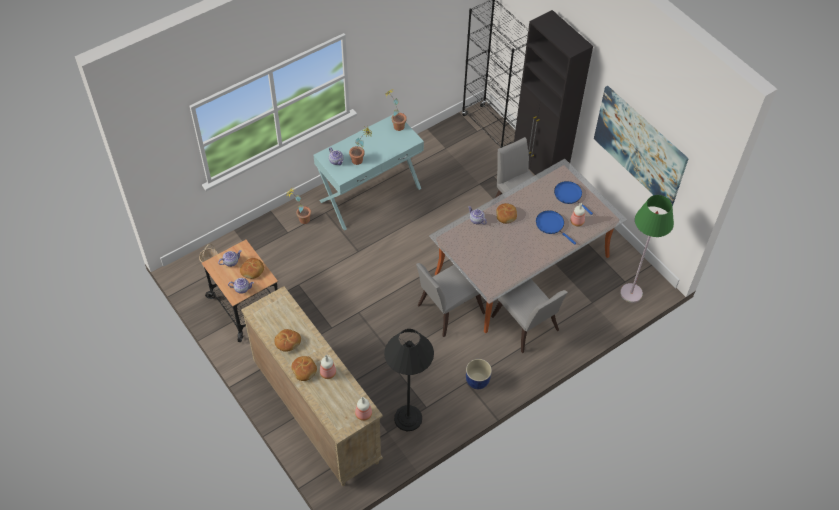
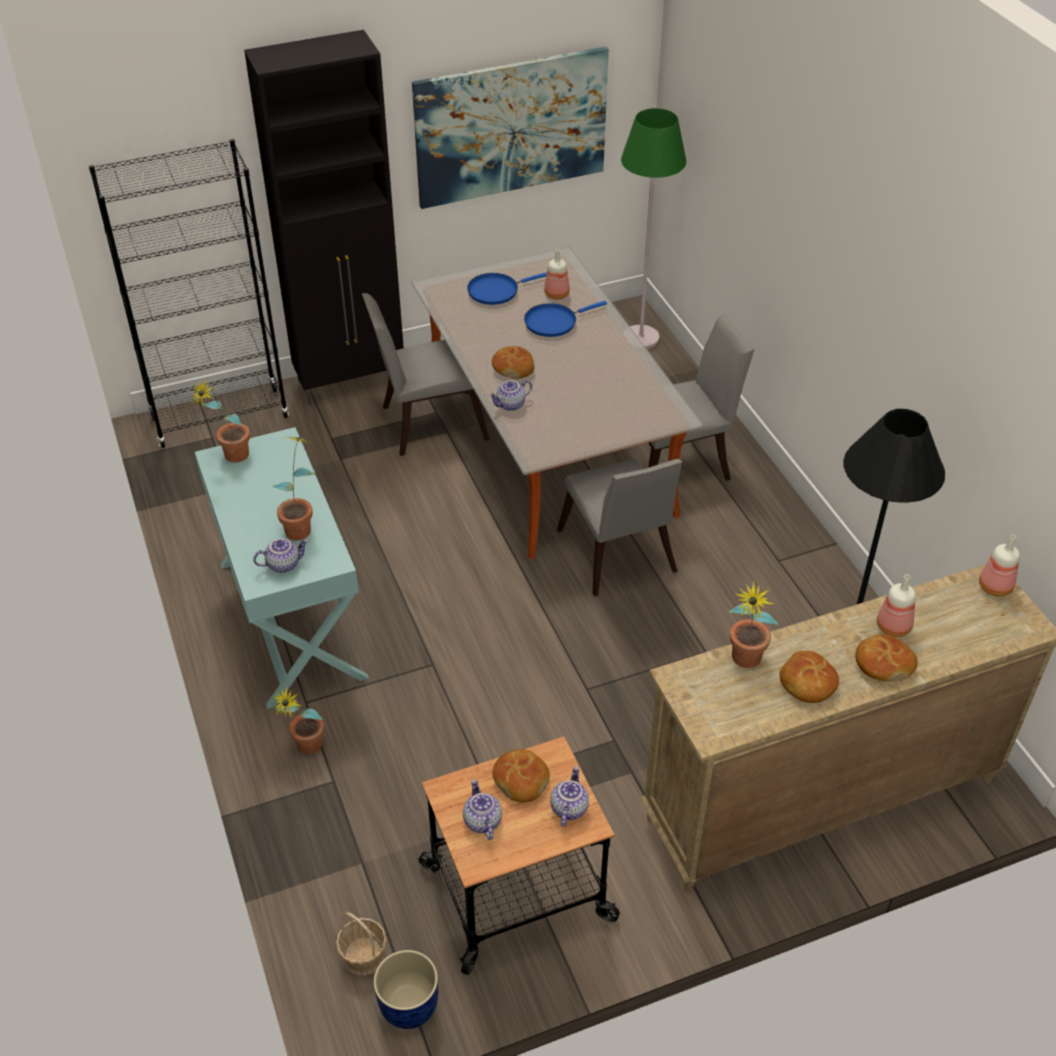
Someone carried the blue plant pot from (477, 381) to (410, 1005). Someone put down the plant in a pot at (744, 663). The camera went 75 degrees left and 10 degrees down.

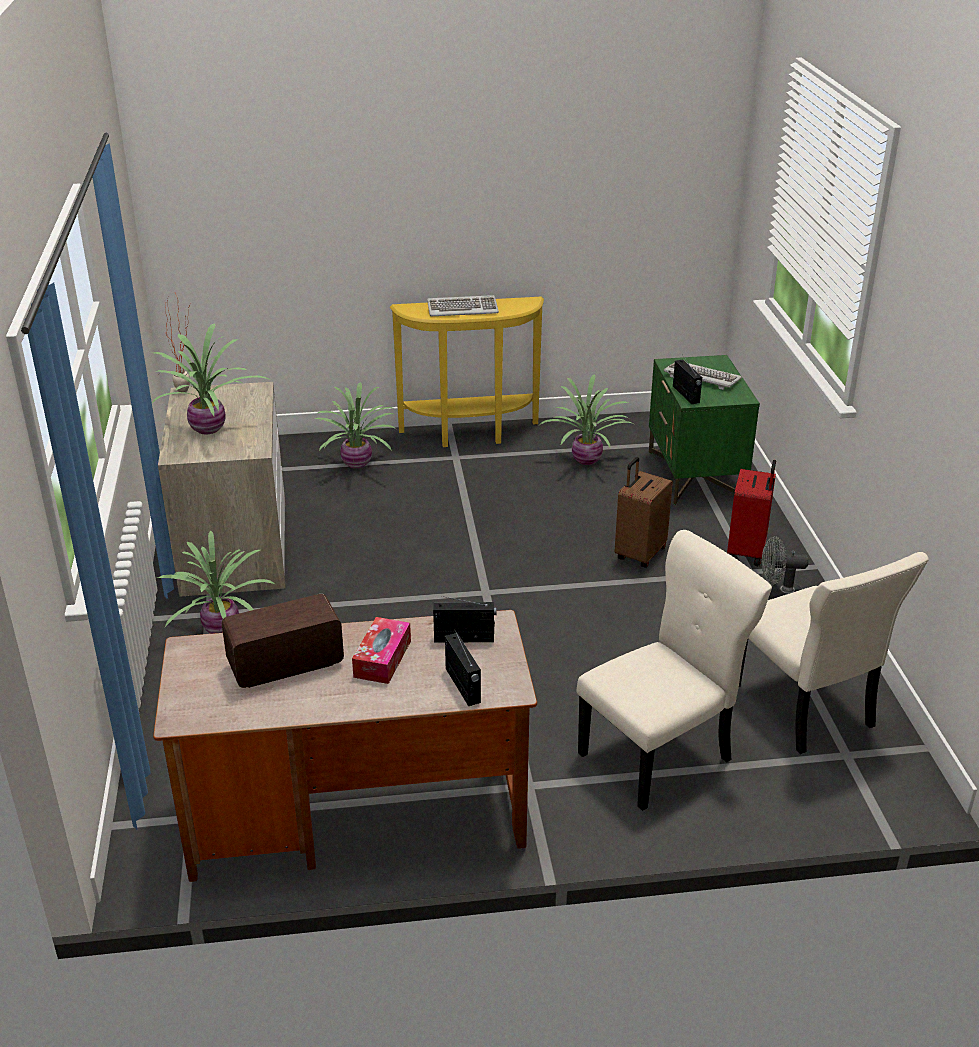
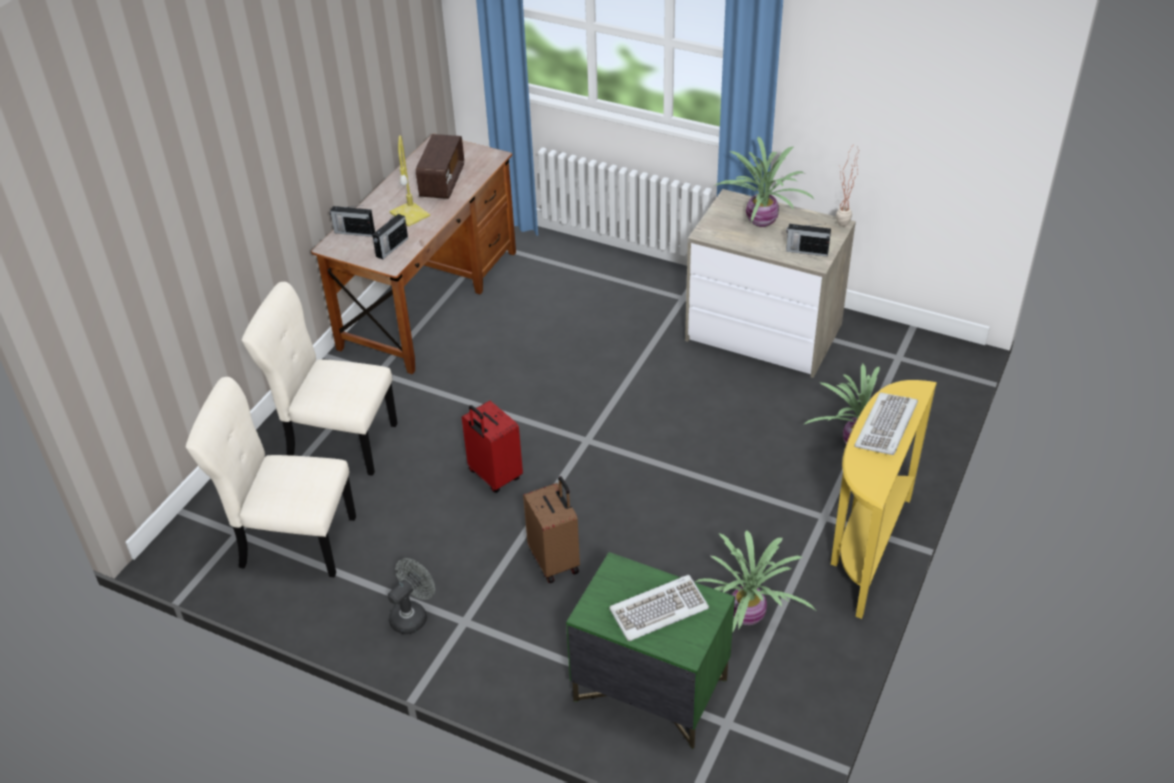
Someone carried the radio set from (686, 395) to (806, 251). Someone carried the reddish piece of luggage from (747, 552) to (494, 476). Someone rotated the beige-coloured upright chair at (660, 755) by 105 degrees clockwise. Someone took away the plant in a pot at (219, 629). Someone swapped the tissue box at (382, 659) for the yellow-coloured tabletop lamp at (409, 214). The camera went 125 degrees right and 10 degrees up.

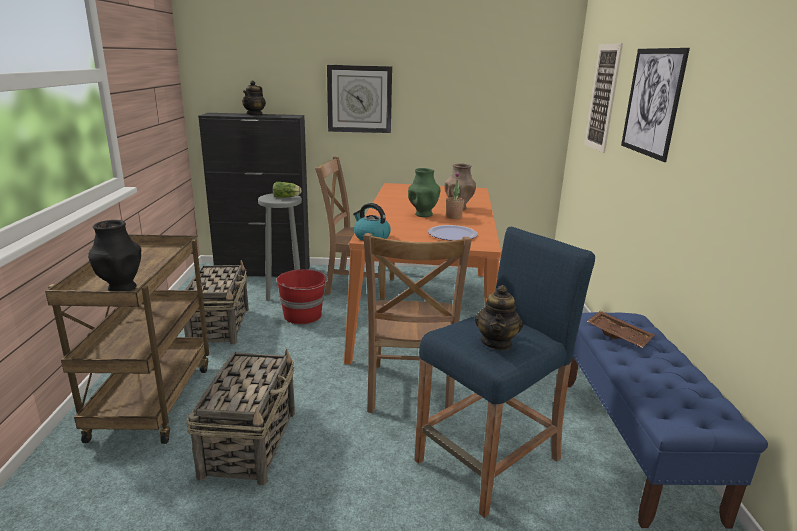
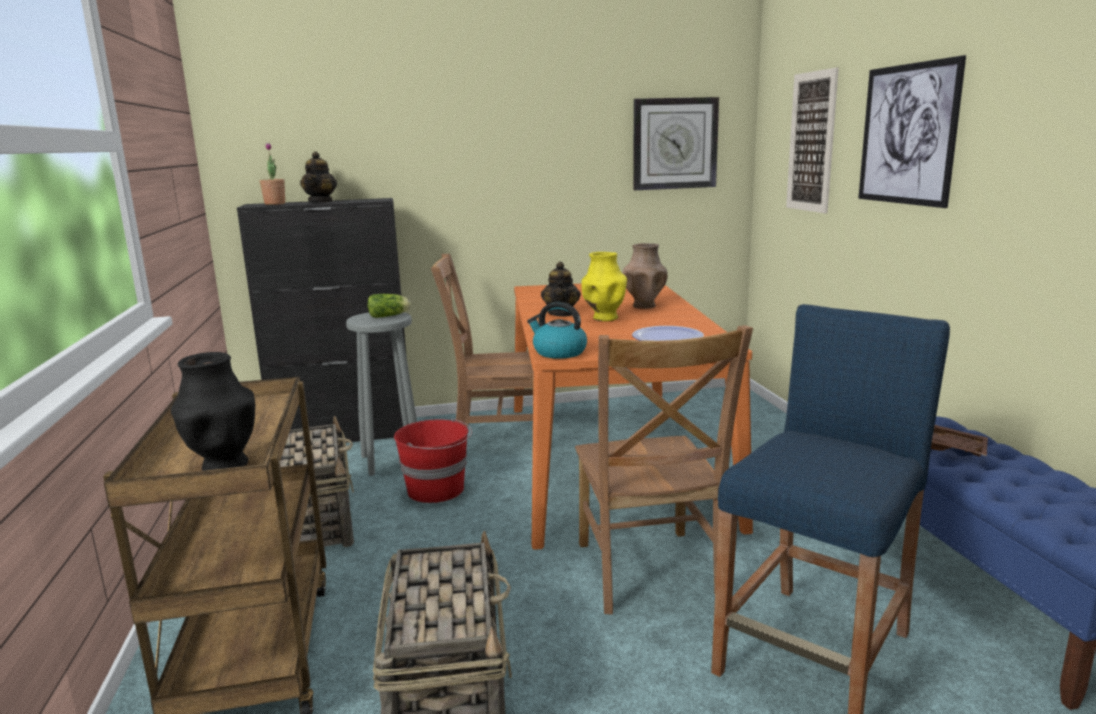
Someone carried the clock on the wall from (359, 99) to (674, 144). Someone repainted the green-coloured decorative vase at (423, 215), which became the yellow-coloured decorative vase at (604, 318). Someone carried the plant in a pot from (454, 217) to (275, 204). Someone carried the pot for tea from (497, 342) to (561, 314). The camera went 10 degrees left and 5 degrees down.

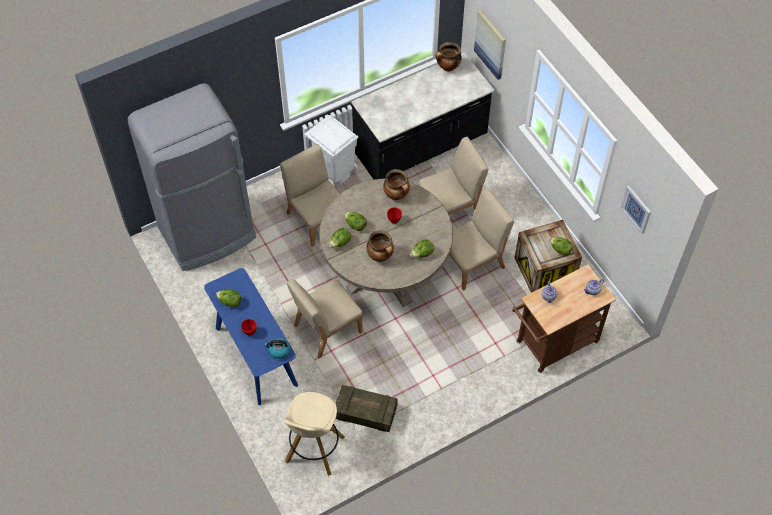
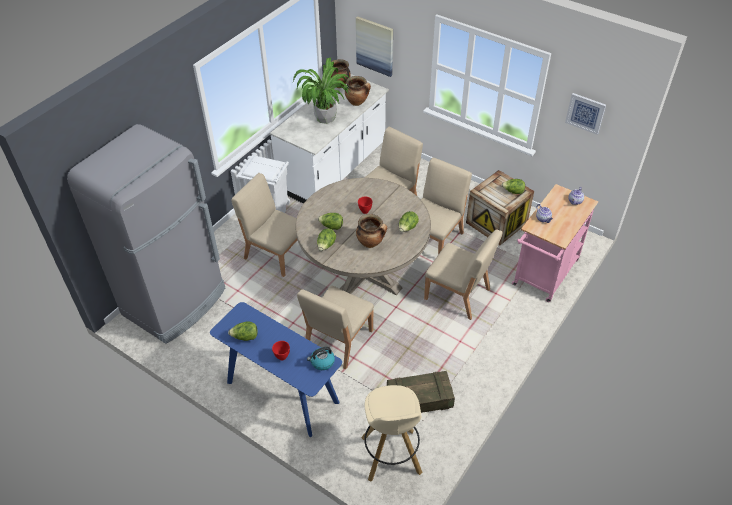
Someone repainted the black-coloured kitchen base unit at (421, 146), which became the whitish kitchen base unit at (334, 169). Someone carried the saucepot from (397, 195) to (357, 102). Someone repainted the brown wheeled cart at (553, 345), which became the pinkish wheeled cart at (543, 276). Someone put down the plant in a pot at (325, 118). Someone put down the beige-coloured upright chair at (458, 295). The camera went 25 degrees left and 10 degrees down.

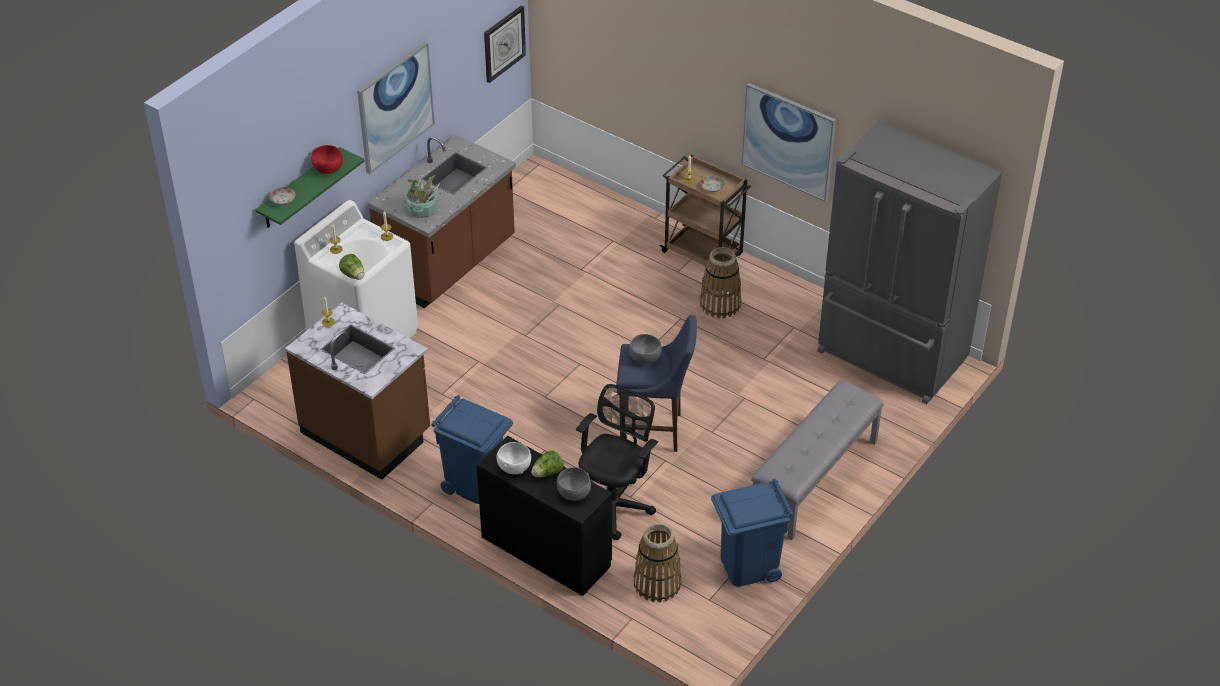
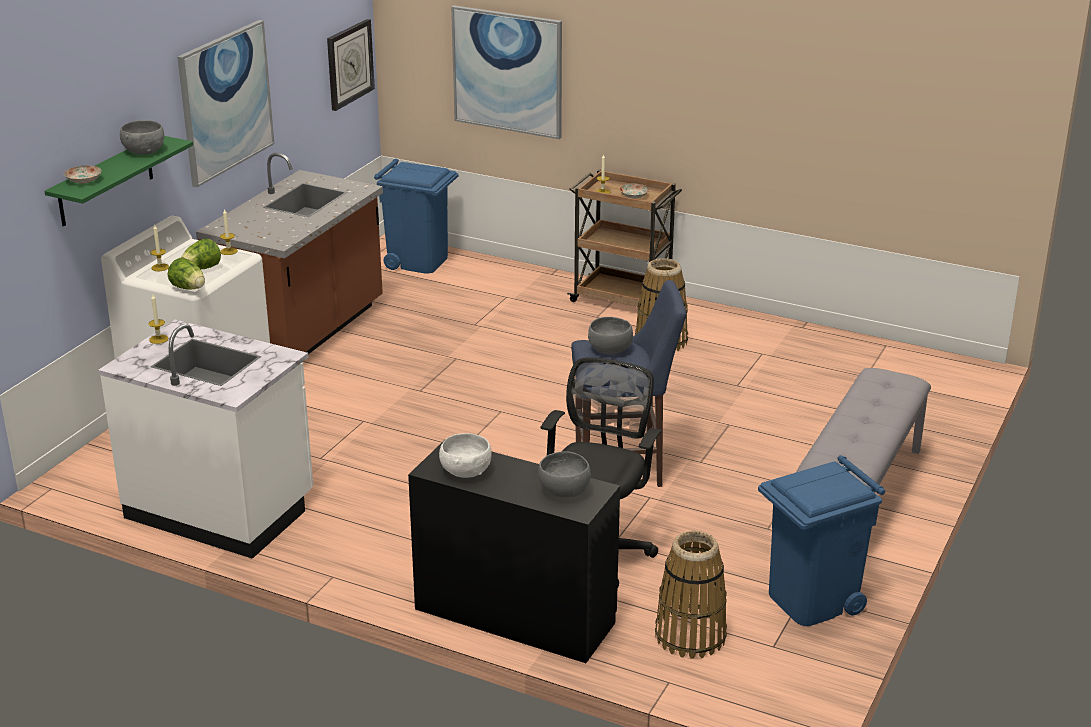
Someone carried the wall picture from (788, 141) to (507, 71). Someone took away the grey kitchen fridge at (890, 357). Someone repainted the reddish bowl at (327, 168), which became the grey bowl at (143, 151). Someone took away the plant in a pot at (422, 209). Someone repainted the brown kitchen base unit at (367, 432), which became the whitish kitchen base unit at (221, 508). Someone carried the blue rubbish bin from (475, 483) to (419, 261). Someone carried the lettuce from (547, 473) to (201, 269). The camera went 10 degrees left and 15 degrees down.

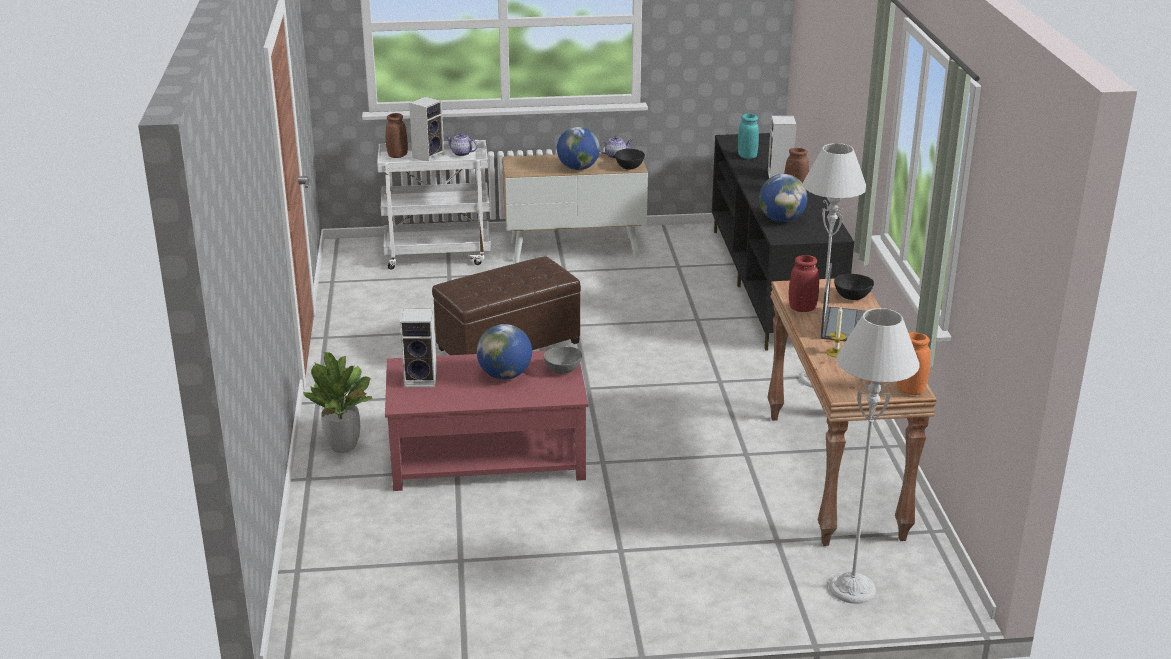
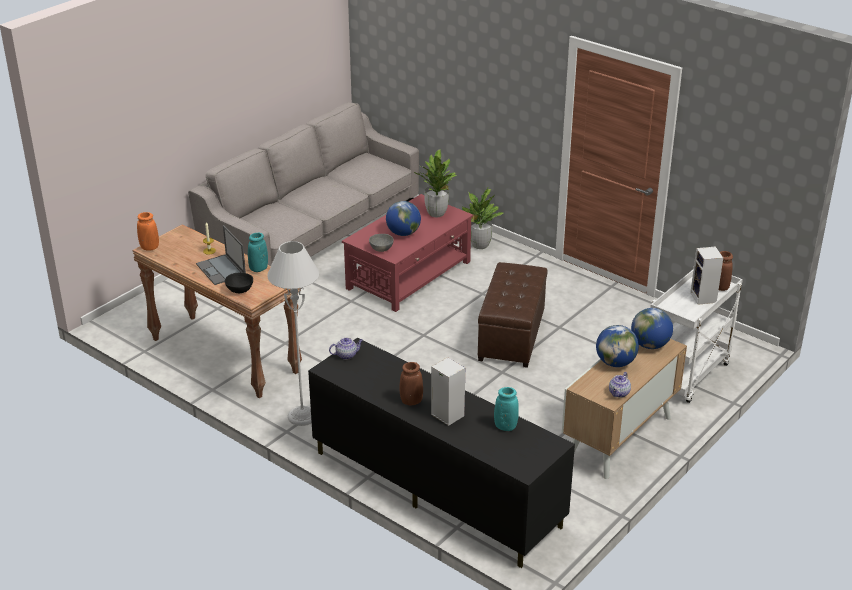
Someone carried the pot for tea from (461, 153) to (347, 355). Someone took away the black-coloured bowl at (629, 167). Someone carried the globe from (781, 220) to (650, 345). Someone repainted the reddish decorative vase at (802, 308), which became the blue-green decorative vase at (258, 269). Someone swapped the audio speaker at (422, 379) for the plant in a pot at (436, 213). Someone took away the grey floor lamp at (852, 588). Someone put down the grey couch at (314, 234). The camera went 135 degrees right and 5 degrees up.

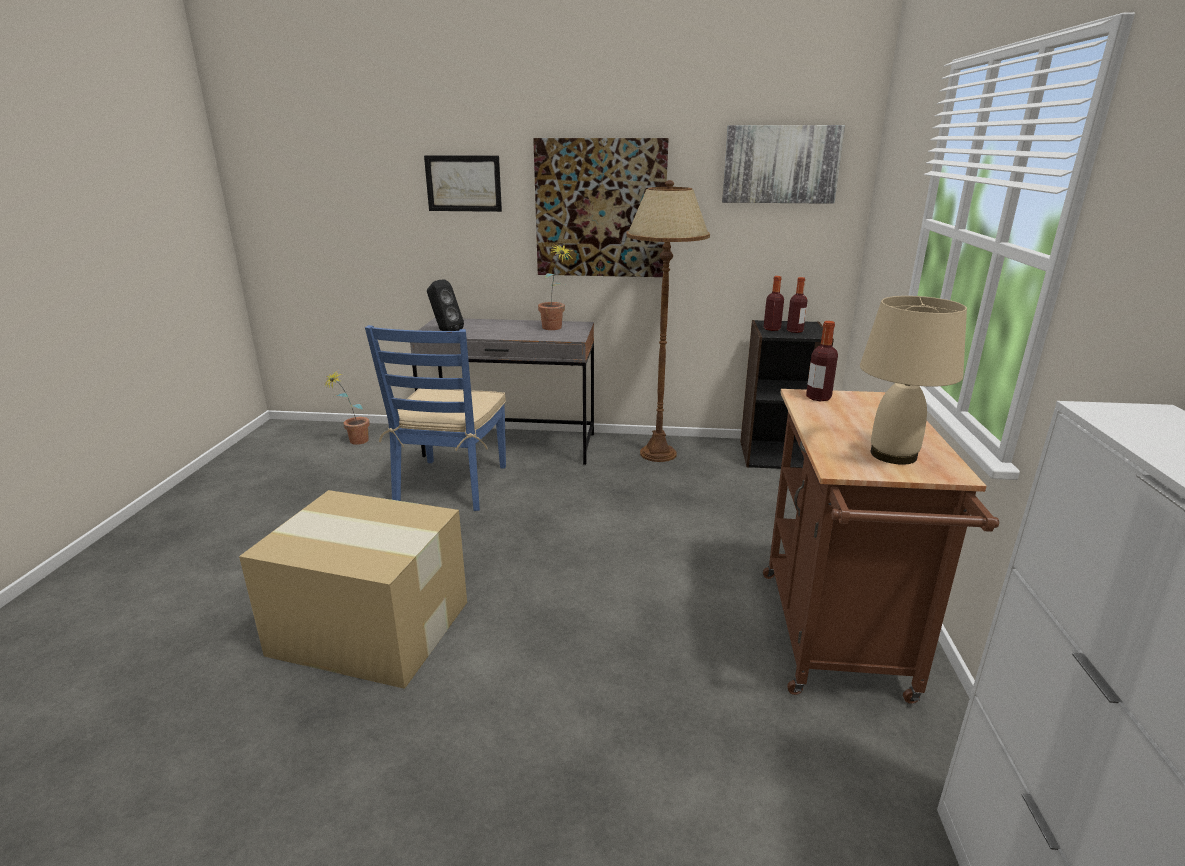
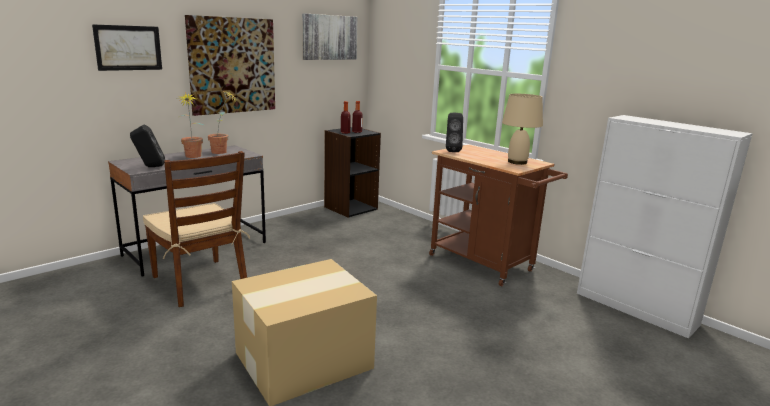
Someone took away the brown floor lamp at (658, 454). Someone swapped the drink bottle at (818, 398) for the black-coloured audio speaker at (452, 151). Someone repainted the blue upright chair at (451, 485), which became the brown upright chair at (200, 282). Someone carried the plant in a pot from (354, 442) to (192, 157). The camera went 50 degrees left and 5 degrees down.

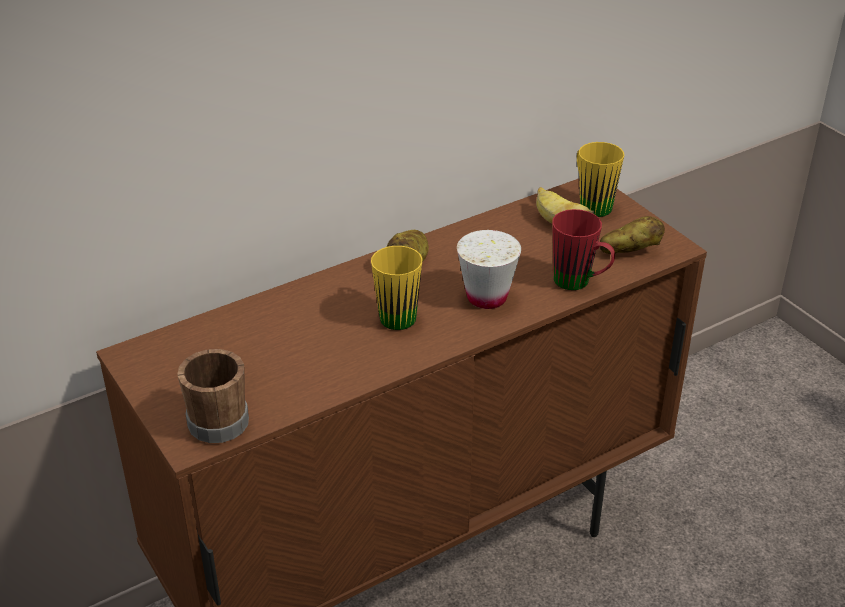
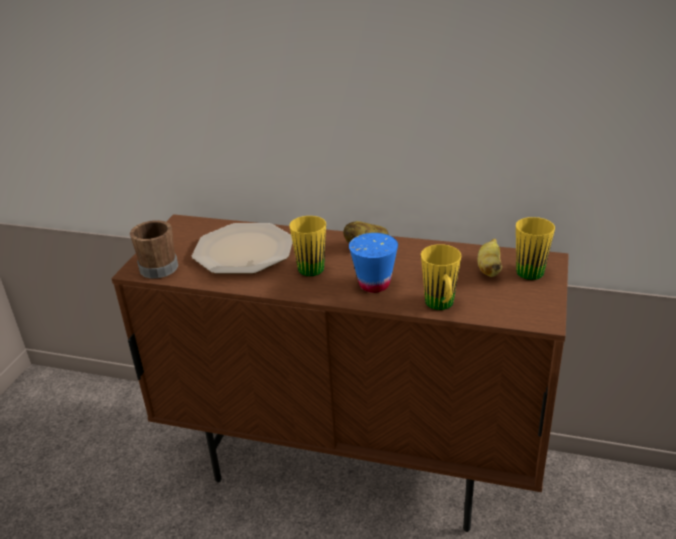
Someone repainted the reddish mug at (580, 283), which became the yellow-coloured mug at (441, 306). Someone took away the spud at (630, 251). Someone repainted the whitish drinking cup at (486, 297), which became the blue drinking cup at (374, 284). Someone put down the dinner plate at (243, 251). The camera went 50 degrees right and 5 degrees down.

